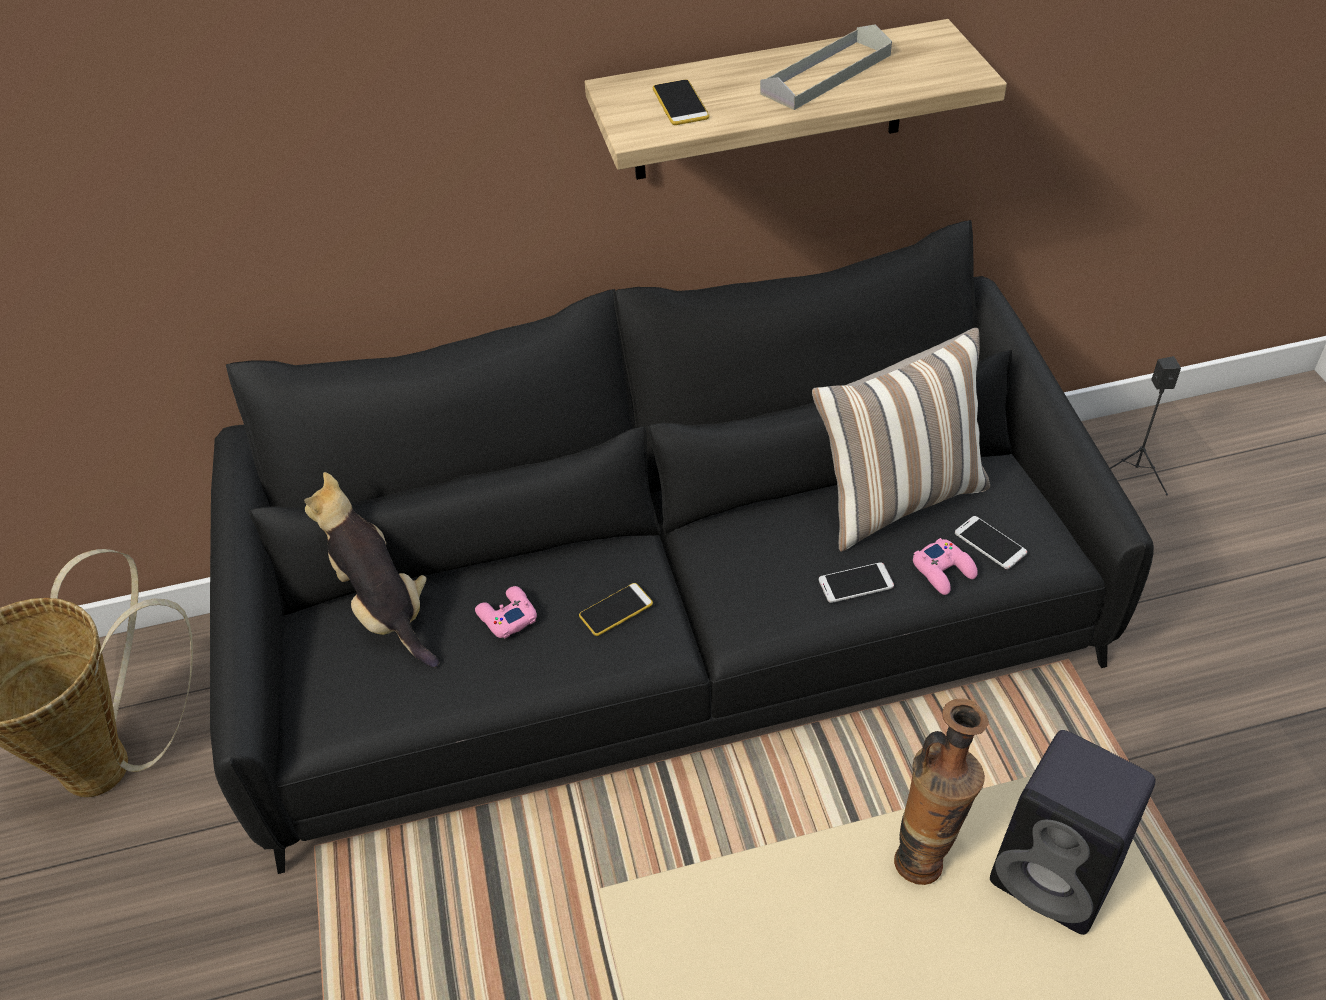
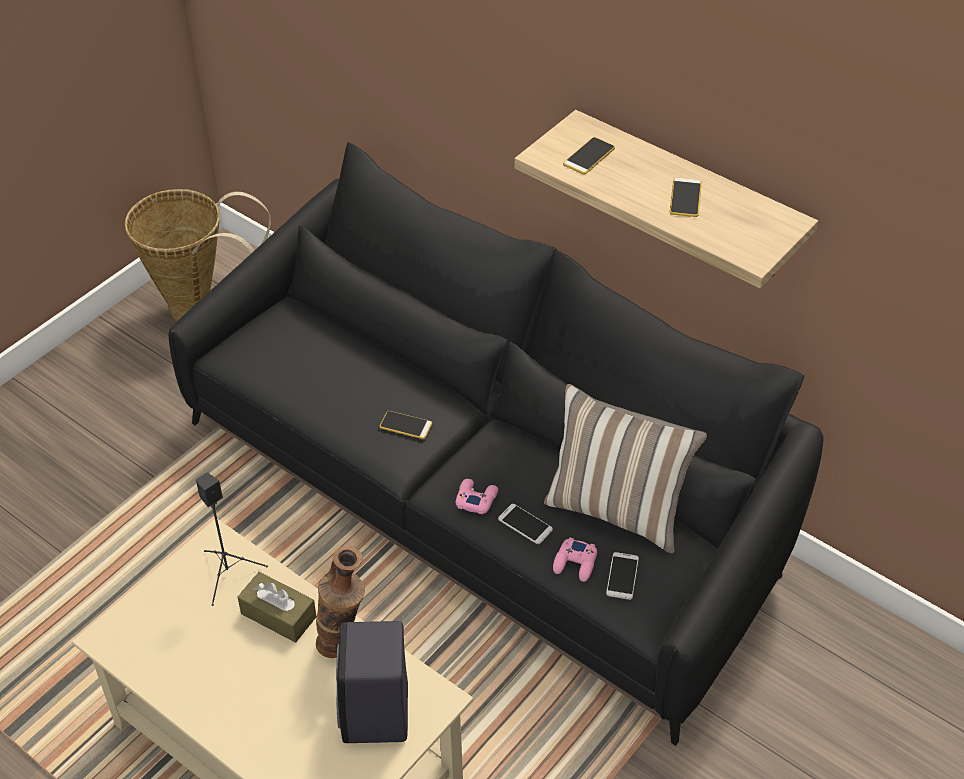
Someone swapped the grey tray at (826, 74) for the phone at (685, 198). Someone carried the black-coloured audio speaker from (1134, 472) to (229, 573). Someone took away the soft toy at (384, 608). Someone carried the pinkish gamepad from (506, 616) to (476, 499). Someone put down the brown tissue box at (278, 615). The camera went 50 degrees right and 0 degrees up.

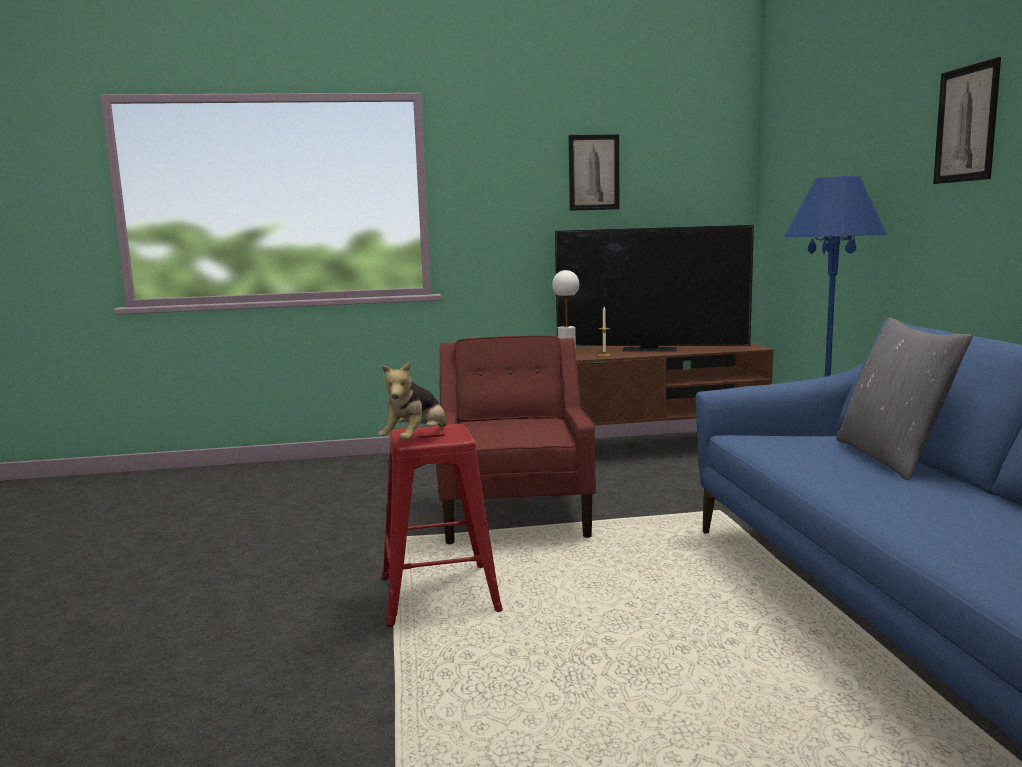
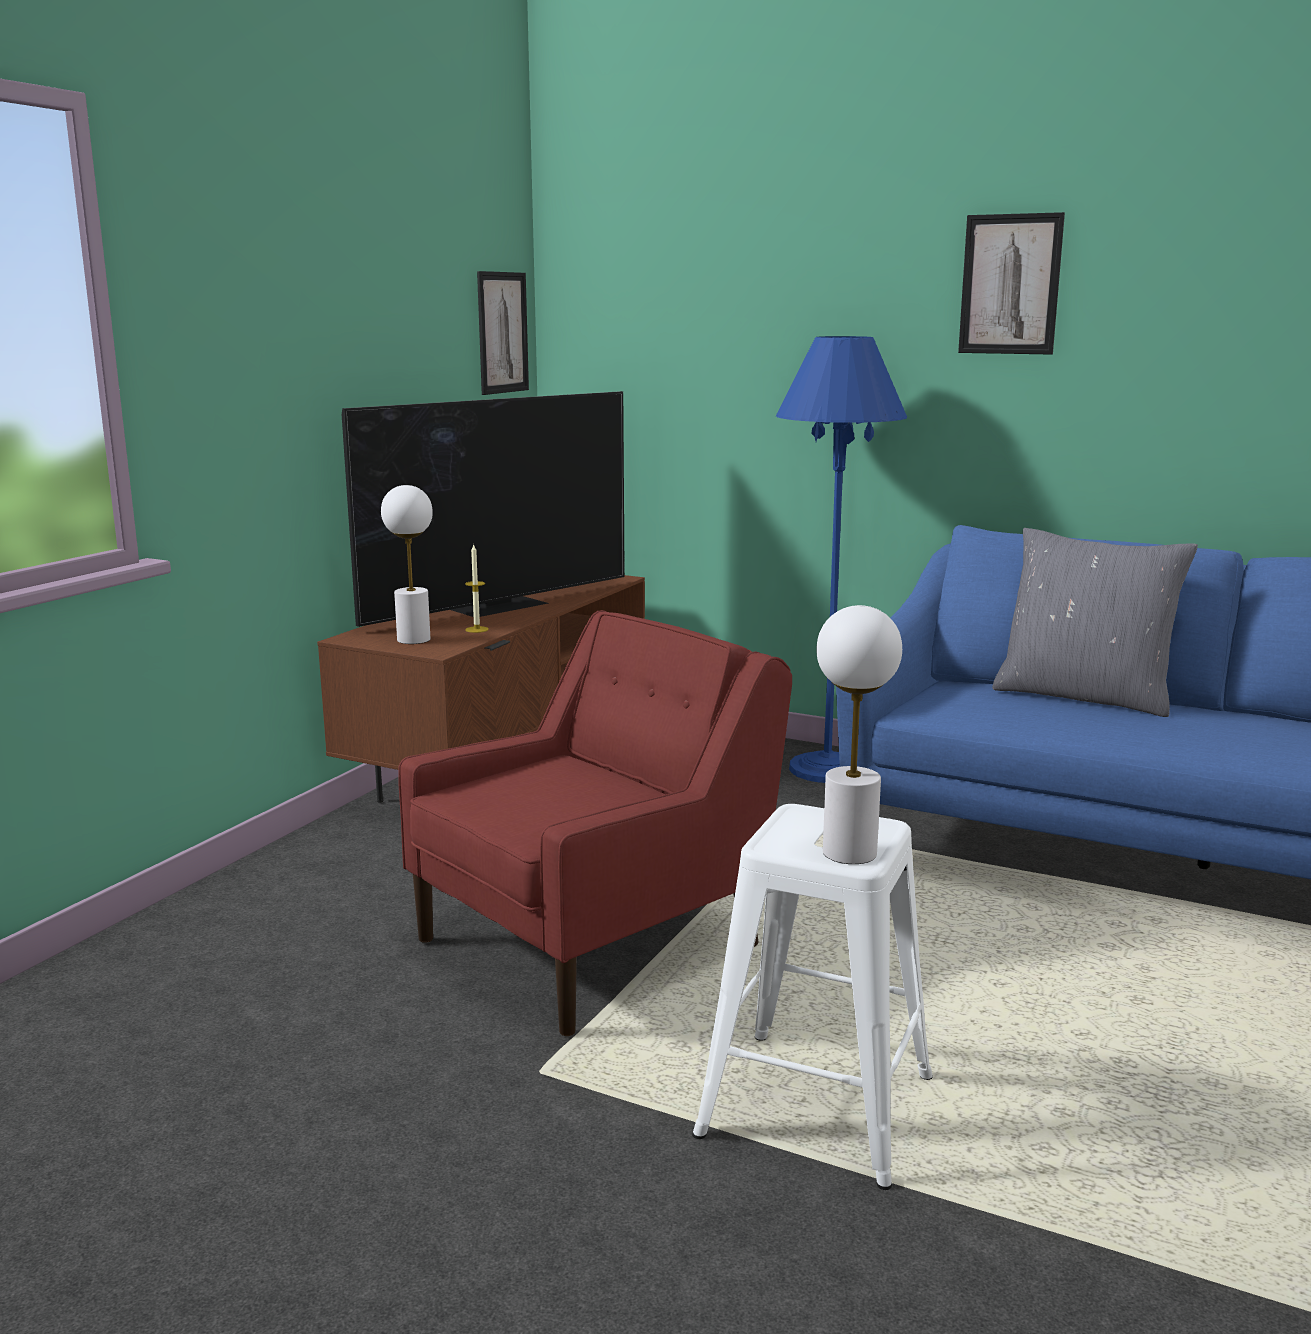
Someone carried the wall picture from (594, 172) to (502, 332). Someone rotated the reddish lounge chair at (515, 513) by 105 degrees clockwise. Someone swapped the soft toy at (416, 440) for the whitish tabletop lamp at (849, 852). Someone repainted the reddish stool seat at (440, 593), which became the whitish stool seat at (815, 1103). The camera went 55 degrees left and 5 degrees up.

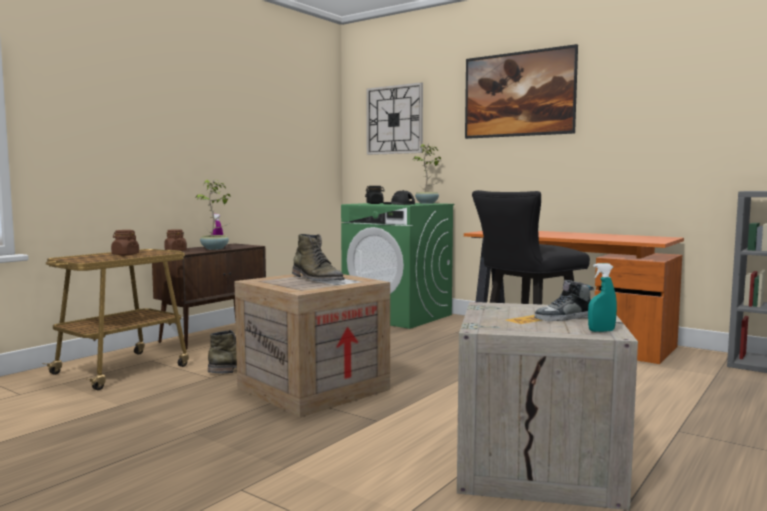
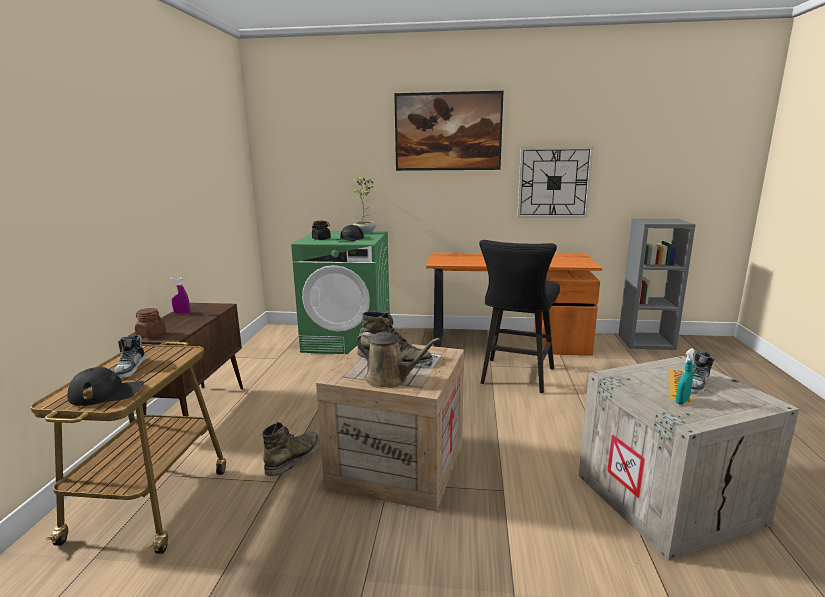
Someone carried the clock on the wall from (394, 120) to (553, 182). Someone took away the plant in a pot at (215, 249). Someone swapped the brown preserve jar at (125, 254) for the shoe at (130, 368). Someone carried the blue-green sprayer from (601, 331) to (682, 401). Someone put down the brown watering can at (390, 379). Someone put down the black-coloured peaked cap at (107, 393). The camera went 30 degrees left and 10 degrees up.

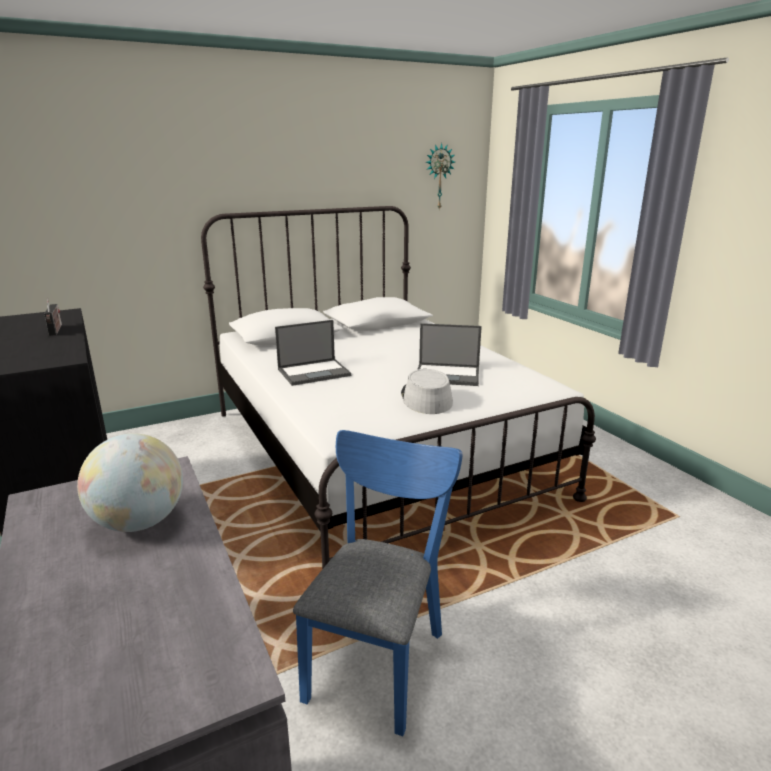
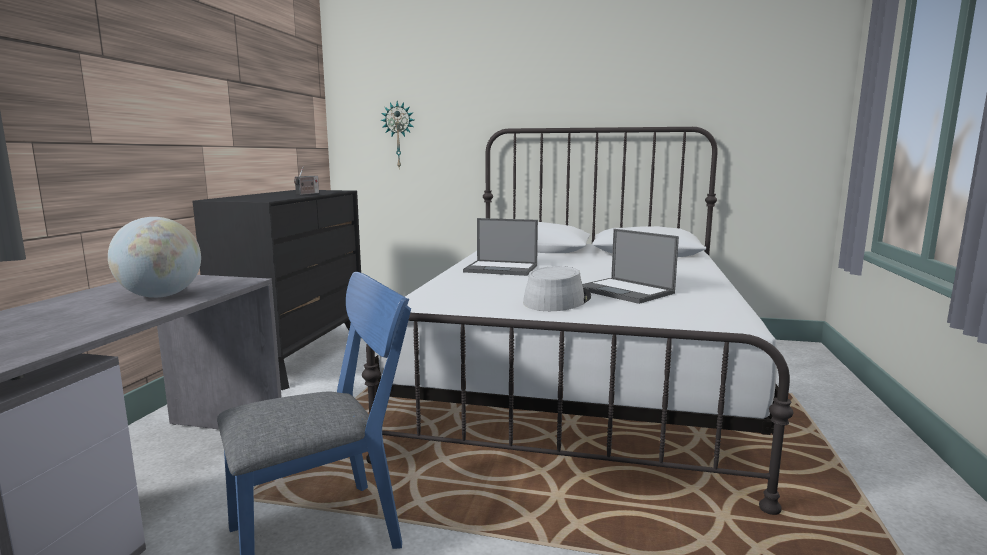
Someone carried the clock on the wall from (438, 177) to (399, 135). The camera went 40 degrees right and 10 degrees down.

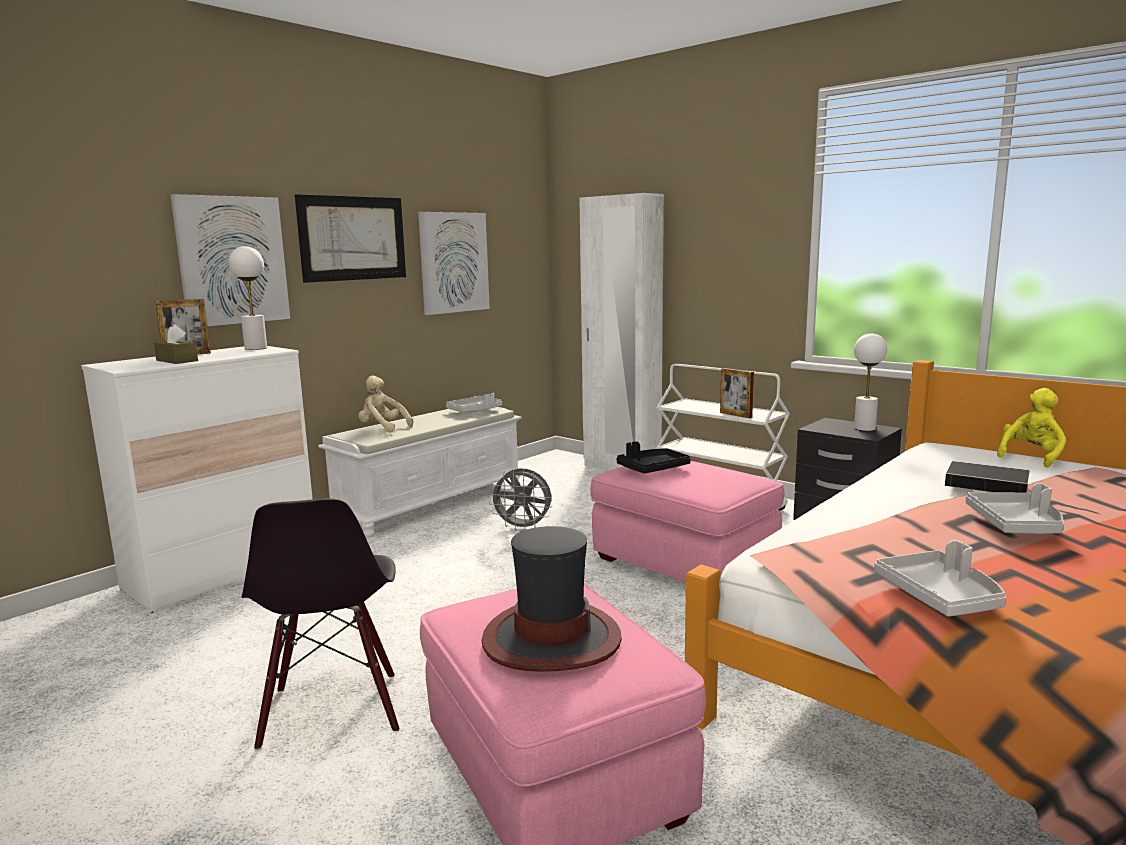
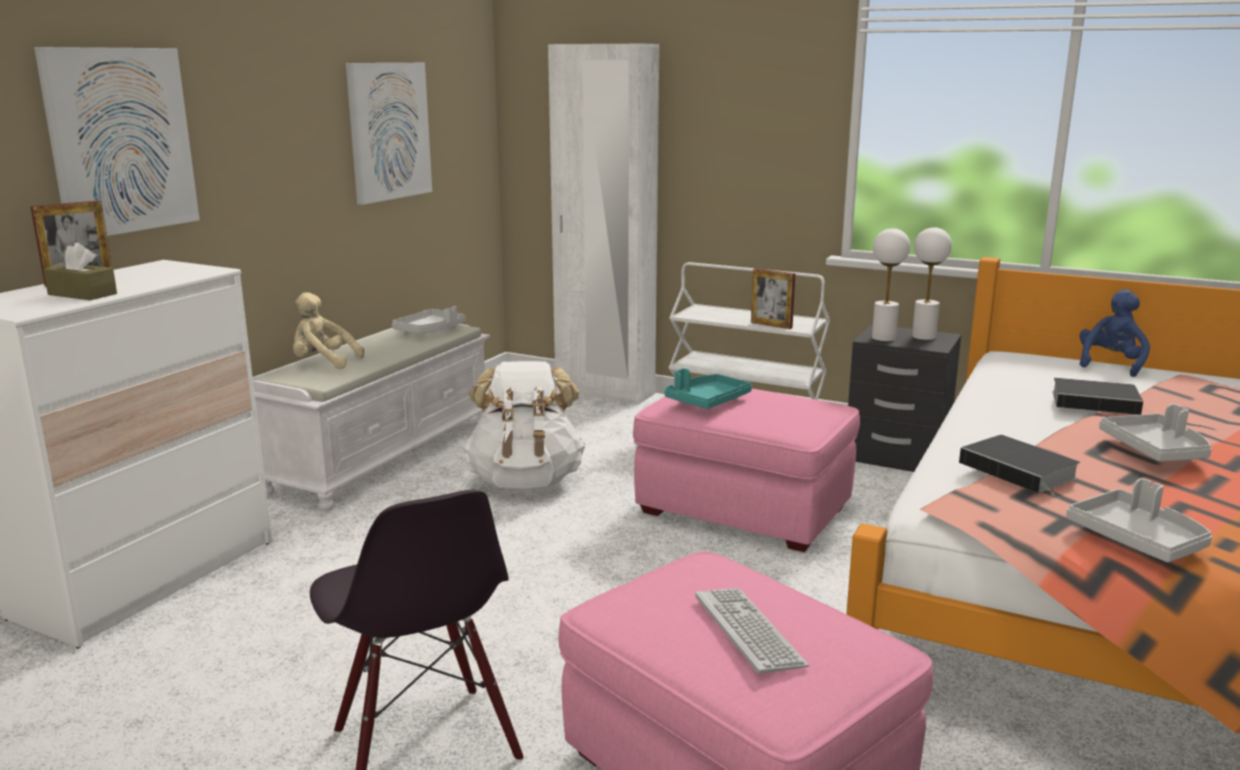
Someone took away the wall picture at (353, 238). Someone carried the whitish tabletop lamp from (255, 348) to (883, 338). Someone repainted the yellow-coloured soft toy at (1031, 457), which became the blue soft toy at (1110, 364). Someone repainted the black-coloured tray at (652, 469), which became the blue-green tray at (707, 401). Someone swapped the grey fan at (523, 528) for the whitish rucksack at (526, 480). Someone swapped the clothing hat at (550, 639) for the keyboard at (748, 631). Someone put down the bound book at (1021, 471). The camera went 15 degrees left and 5 degrees up.

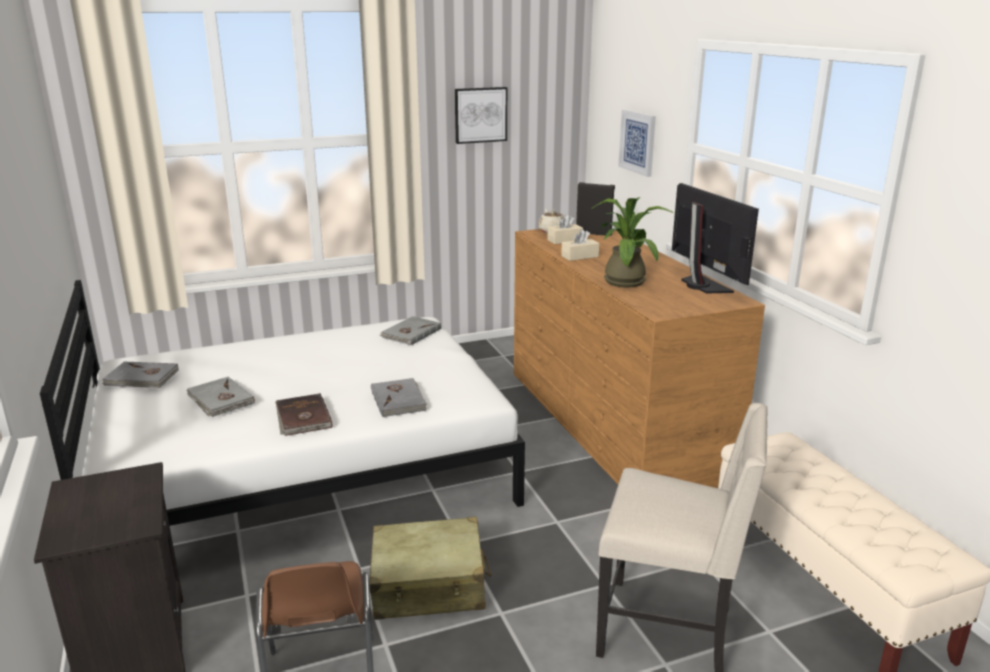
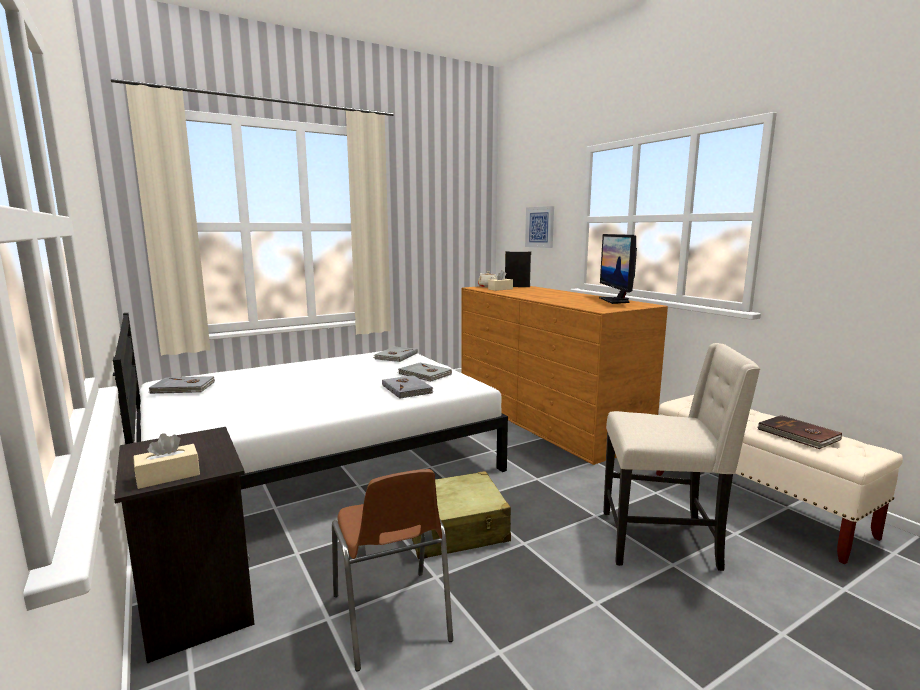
Someone took away the wall picture at (480, 115). Someone rotated the computer screen at (702, 285) by 150 degrees counterclockwise. Someone took away the plant in a pot at (625, 280). Someone carried the beige-coloured tissue box from (580, 256) to (168, 476). Someone carried the grey bound book from (220, 400) to (424, 374). Someone carried the brown bound book from (302, 418) to (798, 435). The camera went 10 degrees left and 10 degrees down.

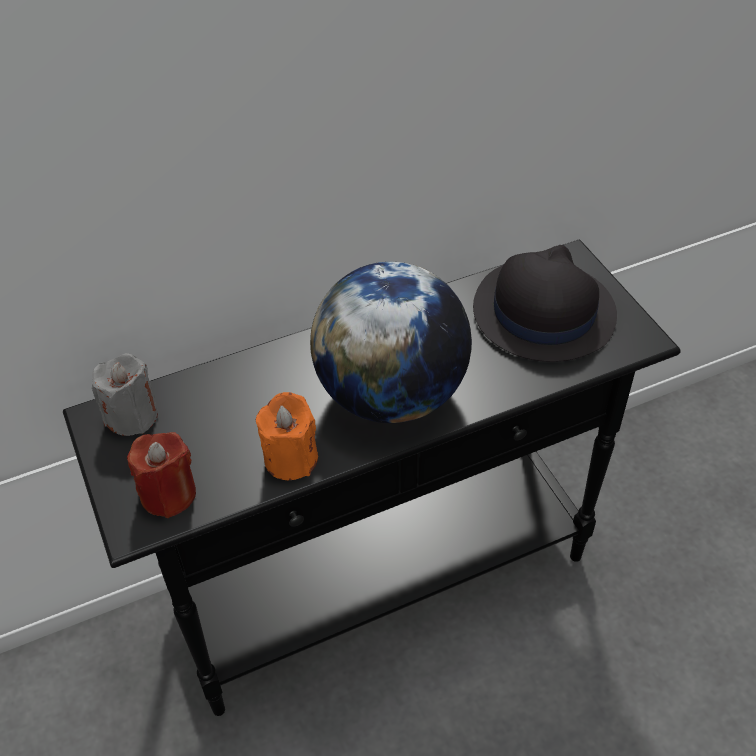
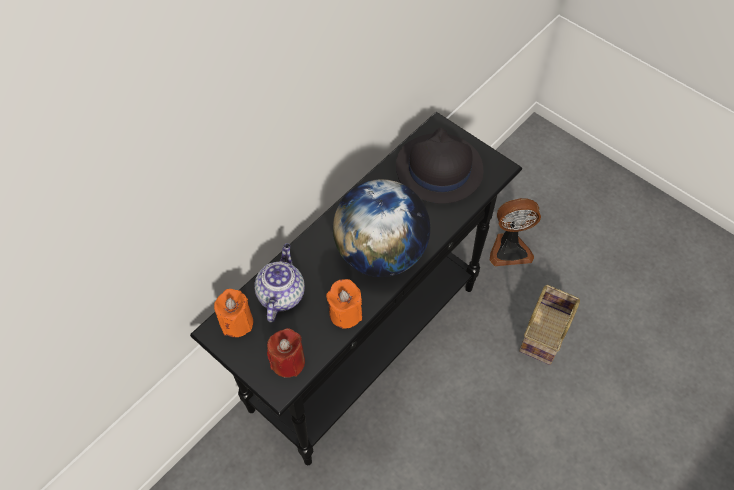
Someone repainted the grey wax candle at (132, 416), which became the orange-coloured wax candle at (236, 322). Someone put down the fan at (509, 249). Someone put down the pot for tea at (281, 294). Someone put down the storage basket at (544, 331). The camera went 25 degrees left and 10 degrees up.

